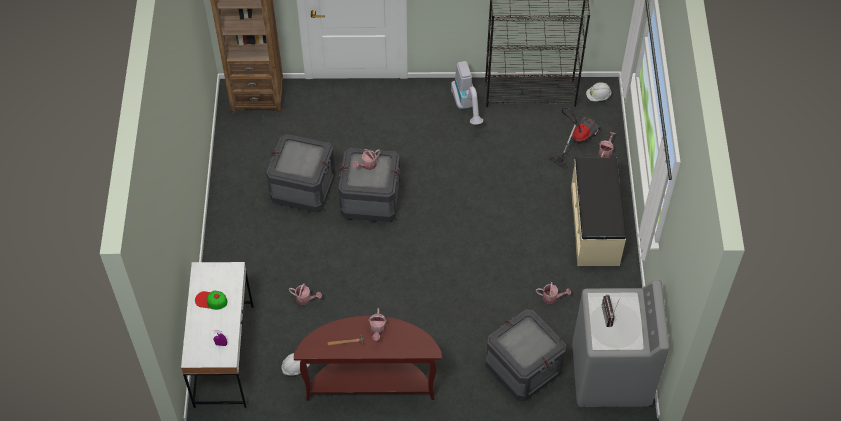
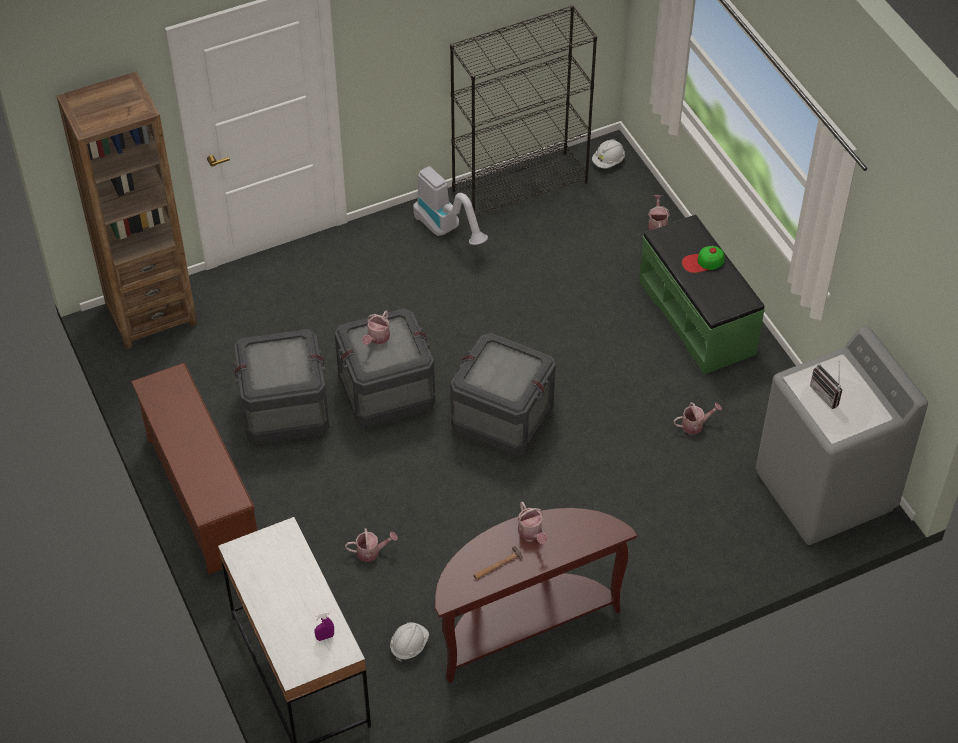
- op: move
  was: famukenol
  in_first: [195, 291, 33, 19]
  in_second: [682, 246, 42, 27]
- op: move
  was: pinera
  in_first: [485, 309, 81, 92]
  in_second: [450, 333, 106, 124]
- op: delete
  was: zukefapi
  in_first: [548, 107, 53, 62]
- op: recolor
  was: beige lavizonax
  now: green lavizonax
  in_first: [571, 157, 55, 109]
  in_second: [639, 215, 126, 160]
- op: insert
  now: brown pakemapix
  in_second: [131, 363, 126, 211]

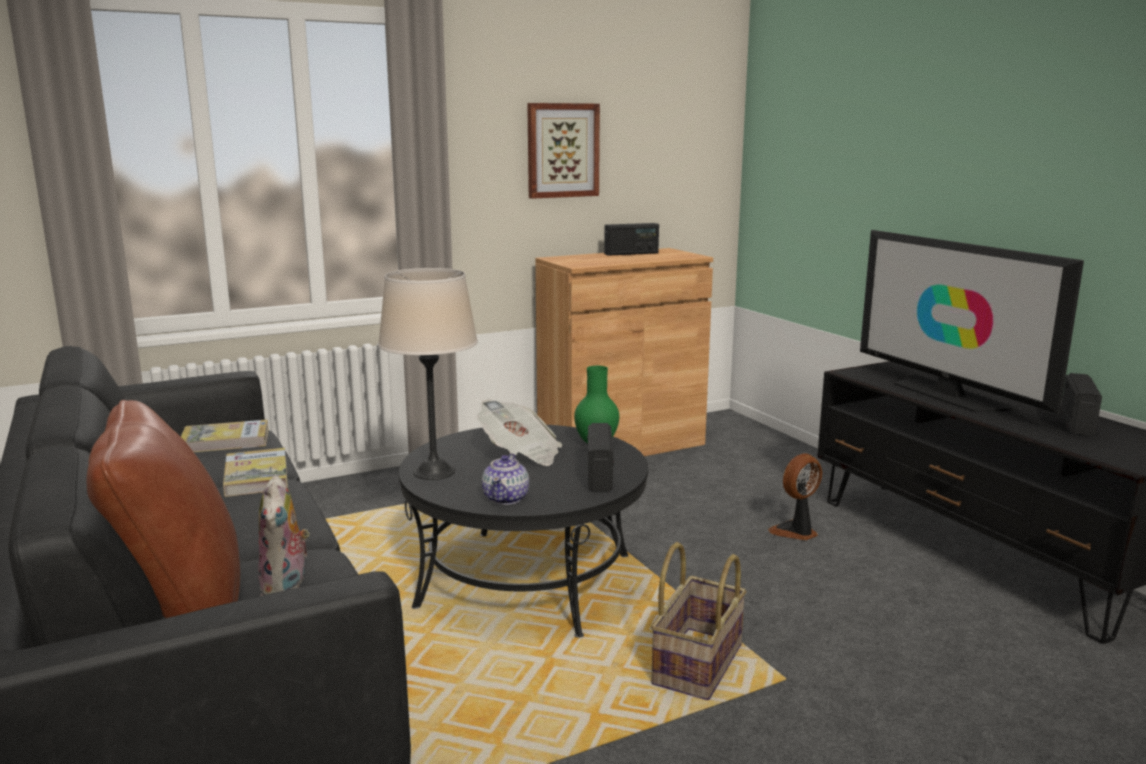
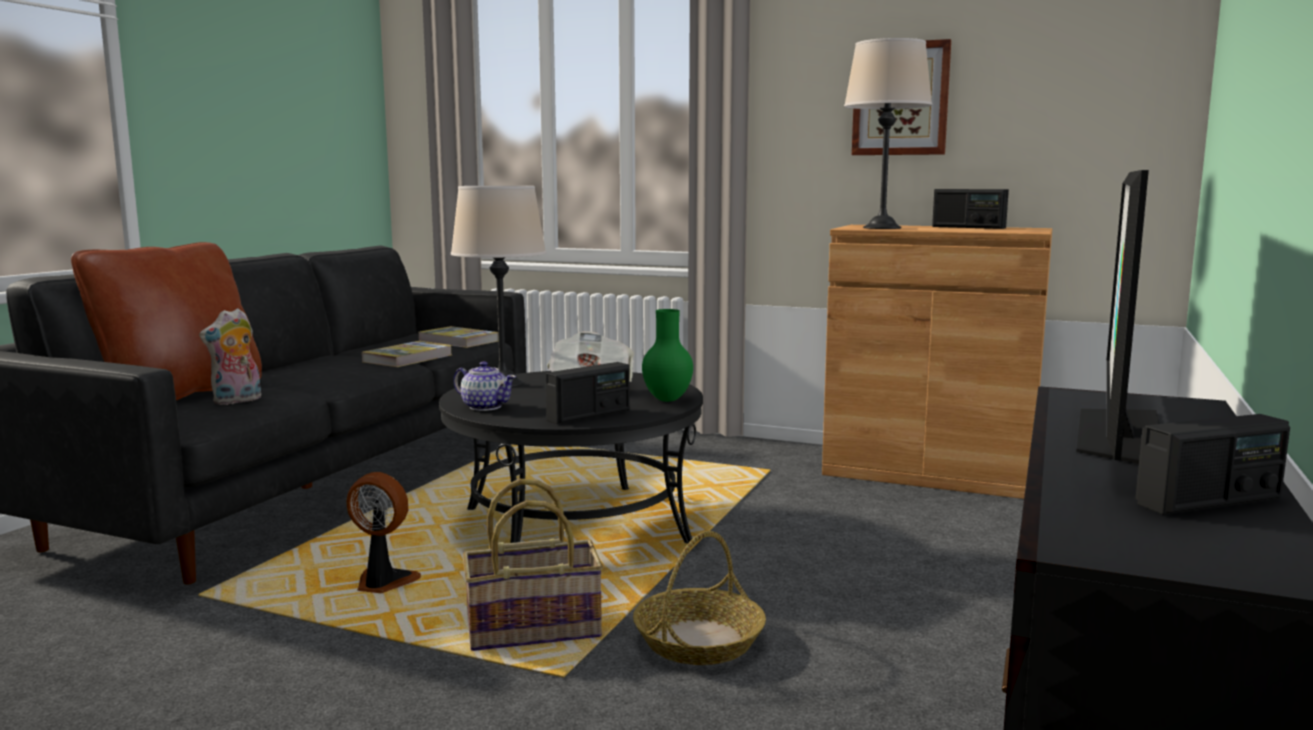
- op: rotate
  was: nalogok
  in_first: [482, 453, 47, 52]
  in_second: [453, 361, 63, 50]
  clockwise: -120
- op: move
  was: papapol
  in_first: [768, 454, 54, 86]
  in_second: [346, 472, 75, 121]
- op: insert
  now: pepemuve
  in_second: [633, 531, 133, 134]
- op: insert
  now: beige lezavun
  in_second: [844, 38, 88, 191]

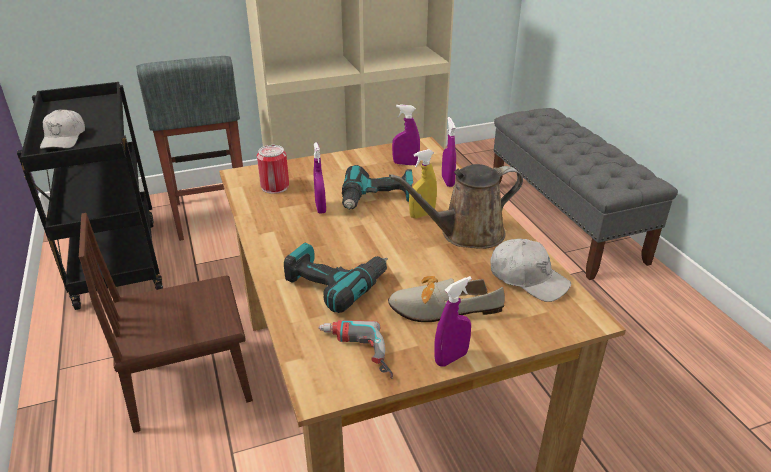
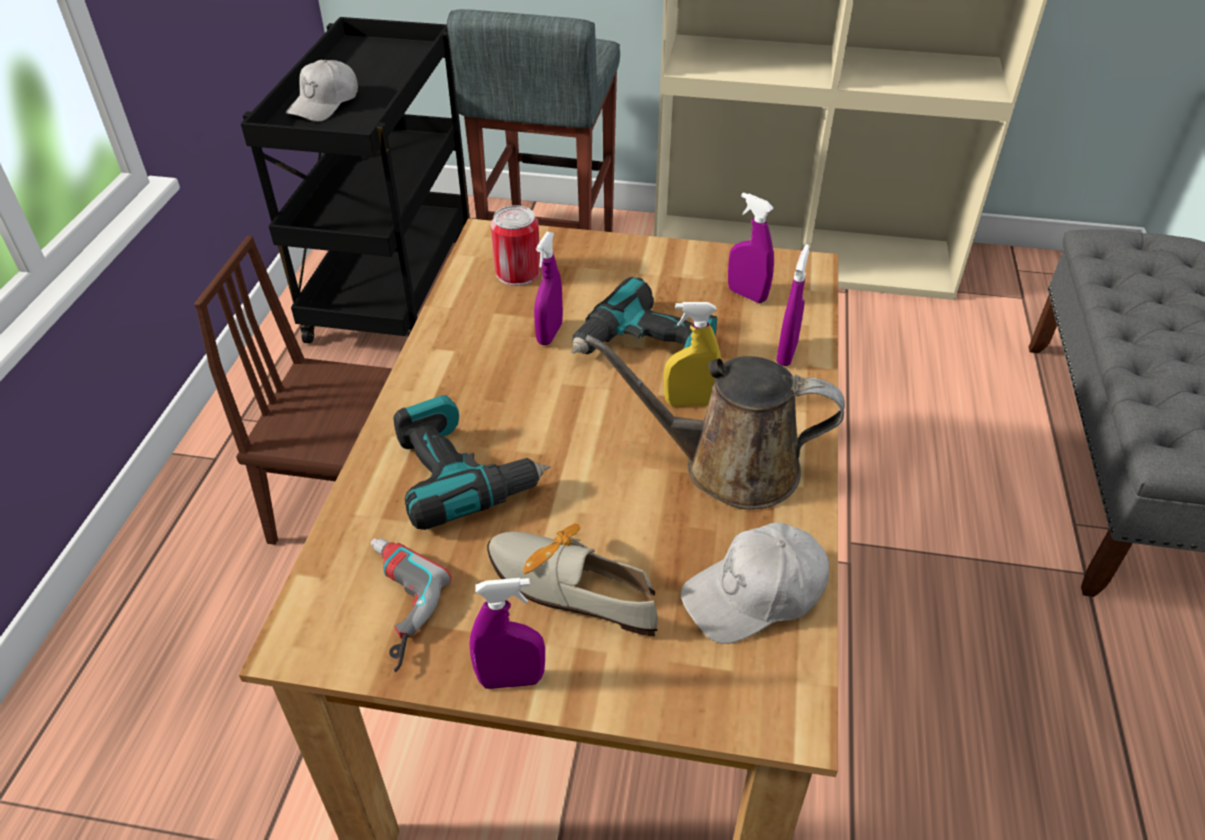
- op: rotate
  was: white famukenol
  in_first: [491, 239, 80, 63]
  in_second: [680, 522, 149, 122]
  clockwise: 90

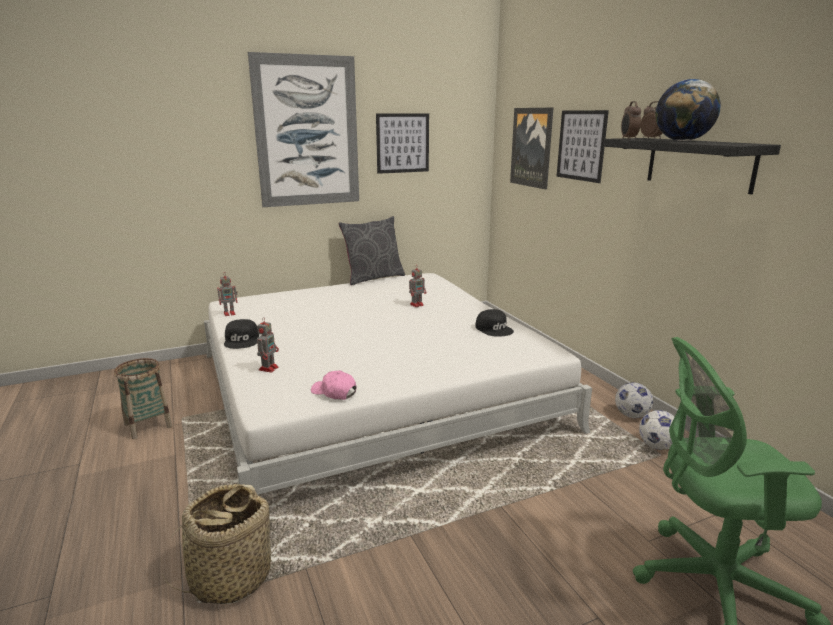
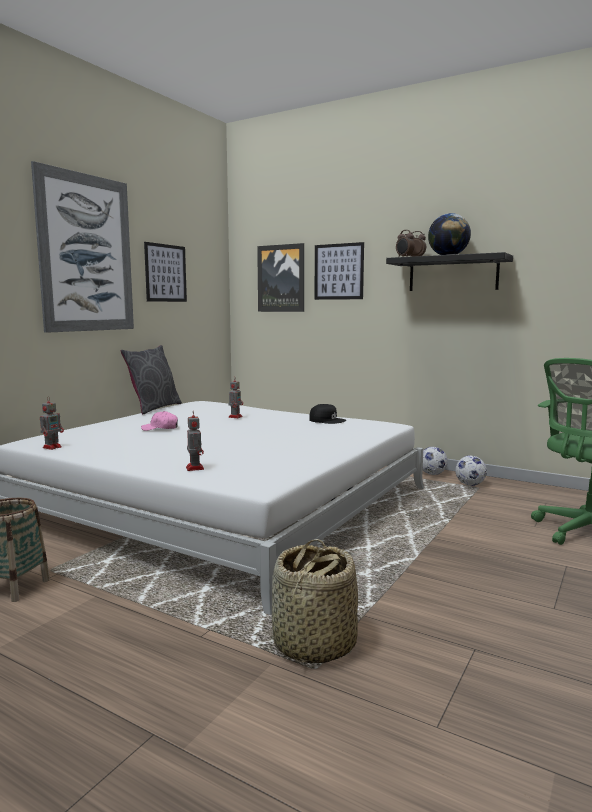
- op: delete
  was: black famukenol
  in_first: [224, 319, 35, 30]
- op: move
  was: pink famukenol
  in_first: [311, 371, 46, 29]
  in_second: [141, 411, 37, 20]

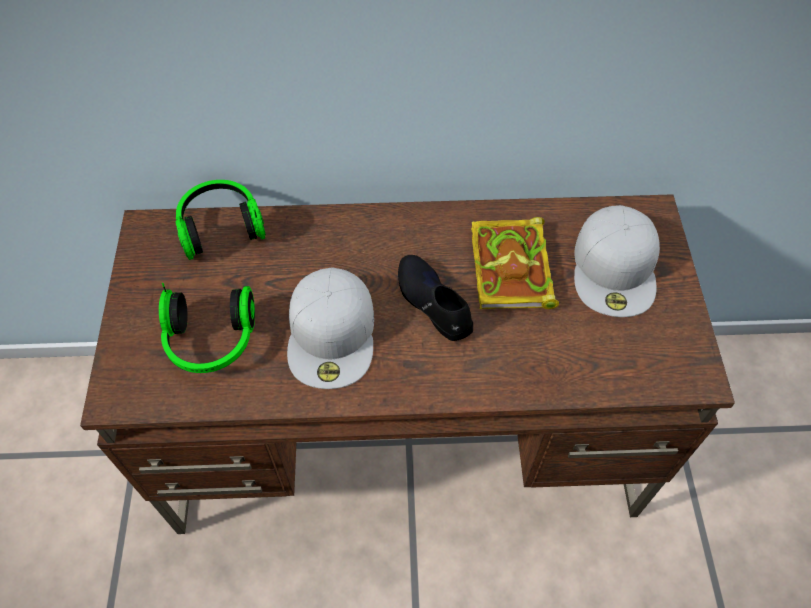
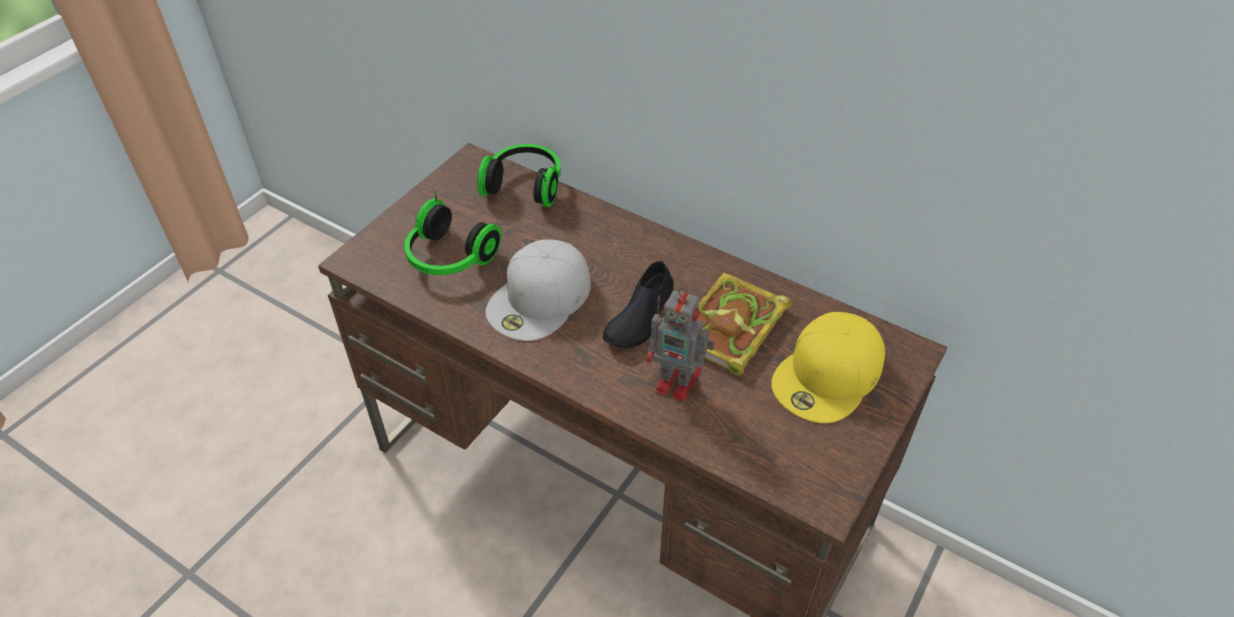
- op: rotate
  was: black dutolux
  in_first: [398, 255, 75, 86]
  in_second: [603, 261, 70, 87]
  clockwise: -150
- op: recolor
  was: white famukenol
  now: yellow famukenol
  in_first: [574, 205, 86, 112]
  in_second: [771, 312, 114, 111]
- op: insert
  now: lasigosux
  in_second: [646, 288, 68, 114]

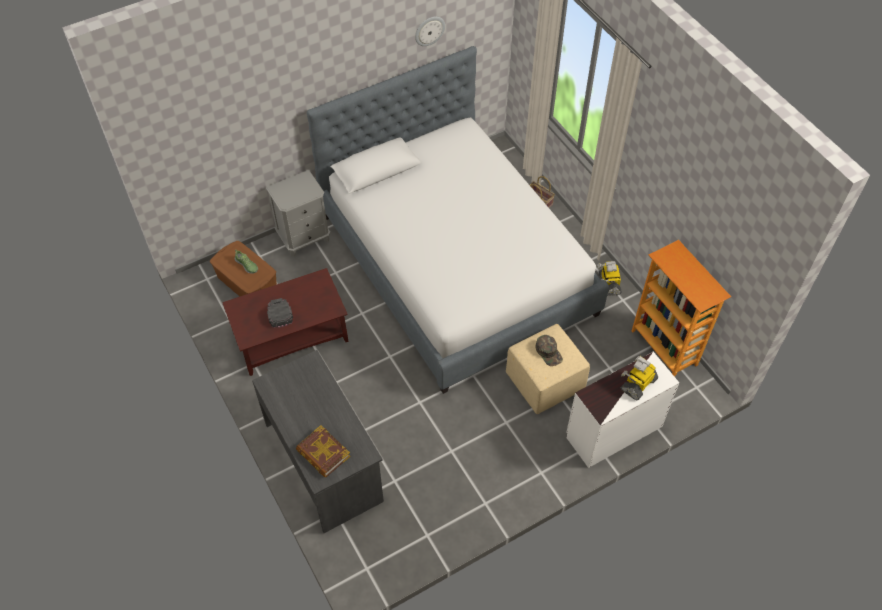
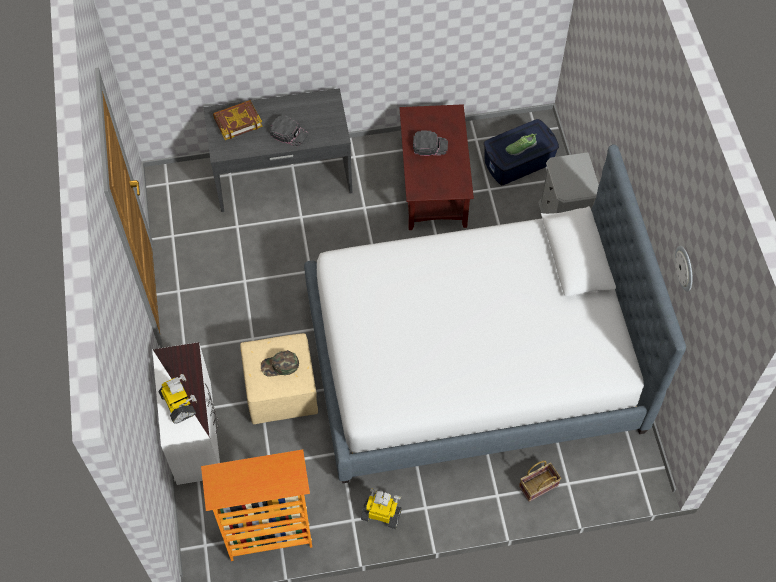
- op: recolor
  was: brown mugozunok
  now: blue mugozunok
  in_first: [210, 241, 67, 55]
  in_second: [484, 119, 75, 66]
- op: insert
  now: black famukenol
  in_second: [270, 115, 38, 31]

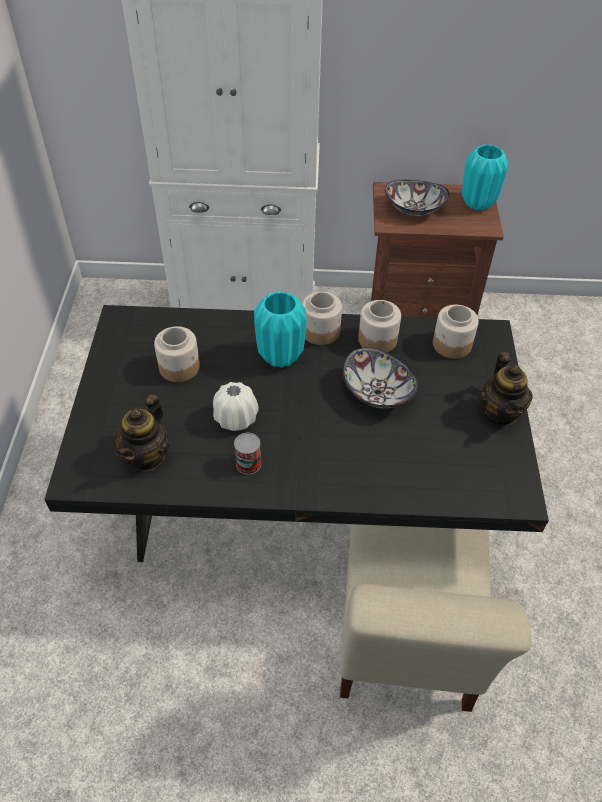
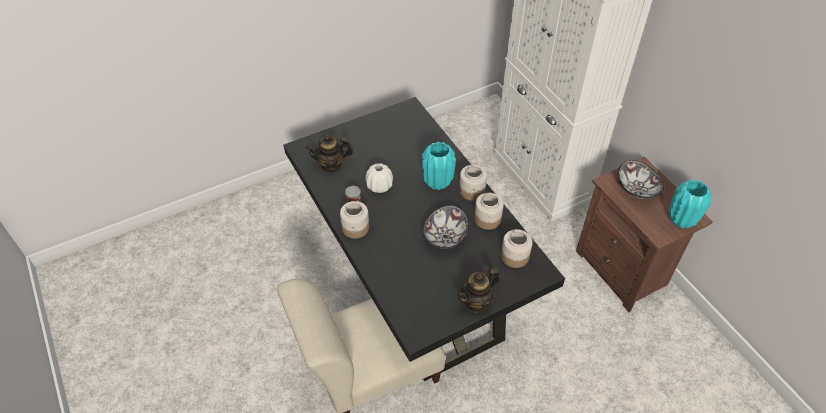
- op: move
  was: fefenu
  in_first: [154, 326, 46, 56]
  in_second: [340, 201, 29, 38]

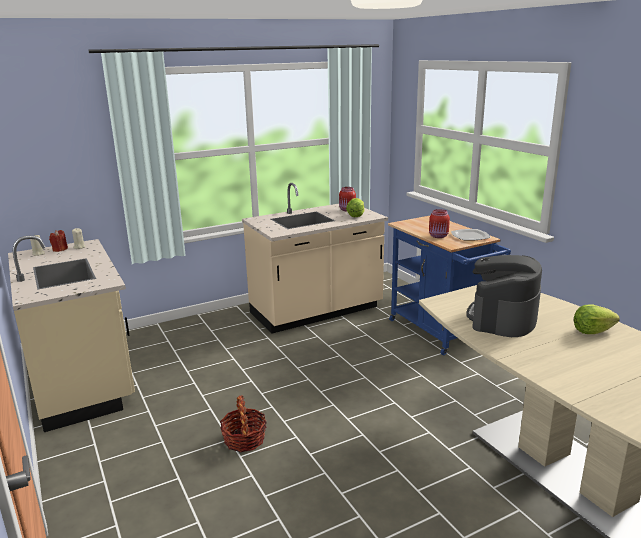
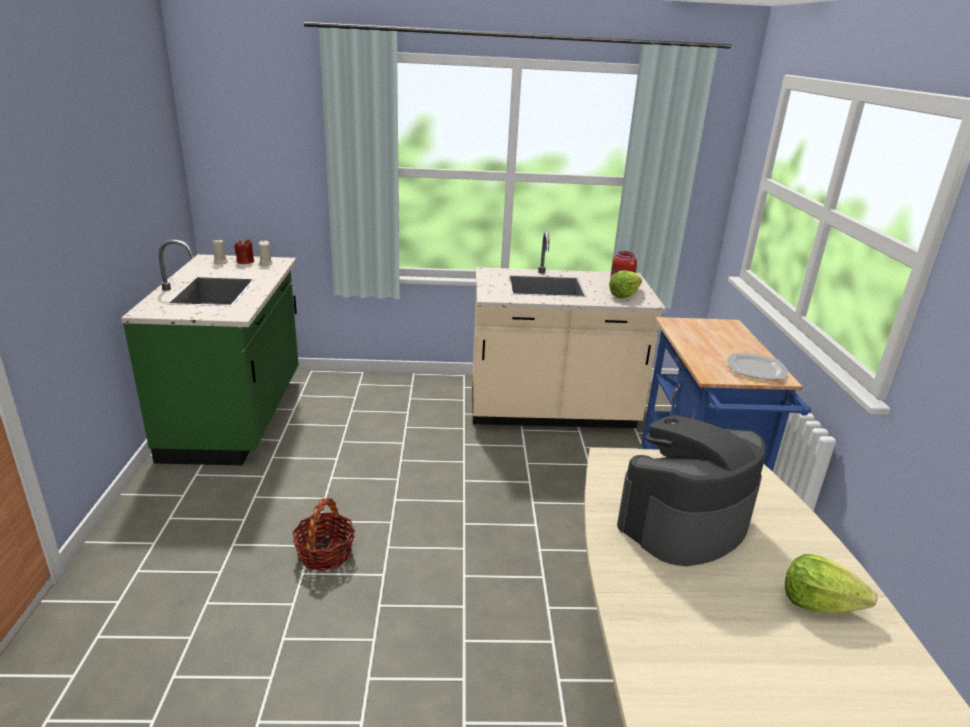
- op: recolor
  was: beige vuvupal
  now: green vuvupal
  in_first: [8, 236, 127, 196]
  in_second: [121, 240, 178, 225]
- op: delete
  was: red fefenu
  in_first: [429, 209, 21, 29]

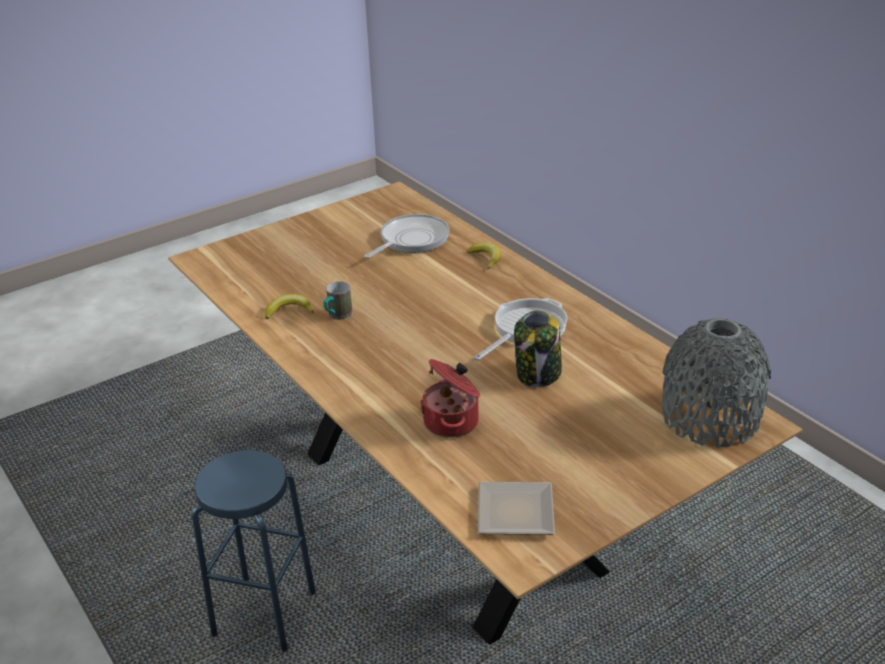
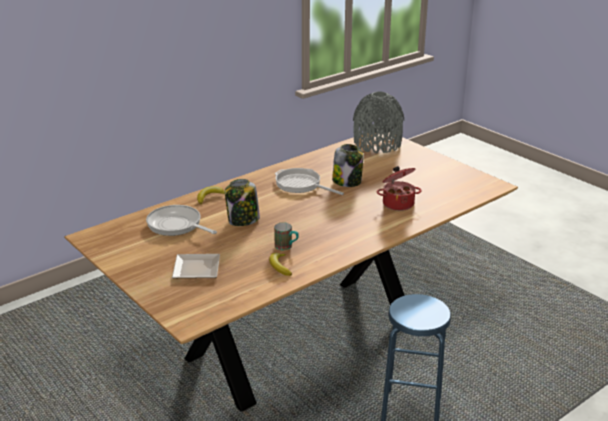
- op: move
  was: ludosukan
  in_first: [478, 482, 77, 53]
  in_second: [172, 254, 48, 25]
- op: insert
  now: fefenu
  in_second: [225, 179, 35, 47]

